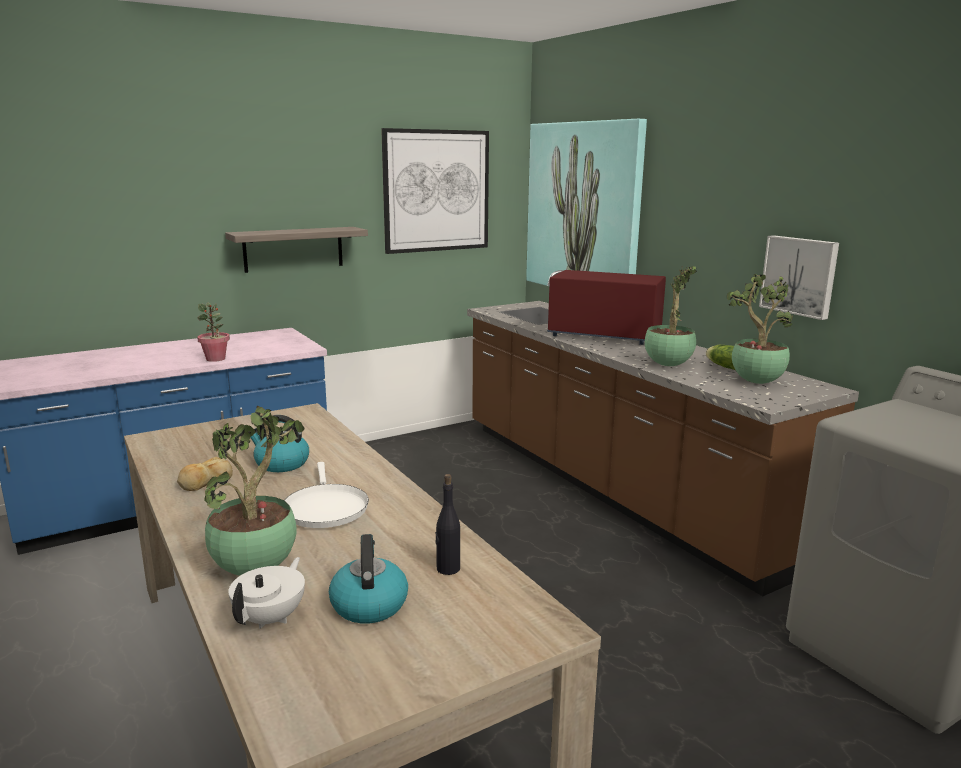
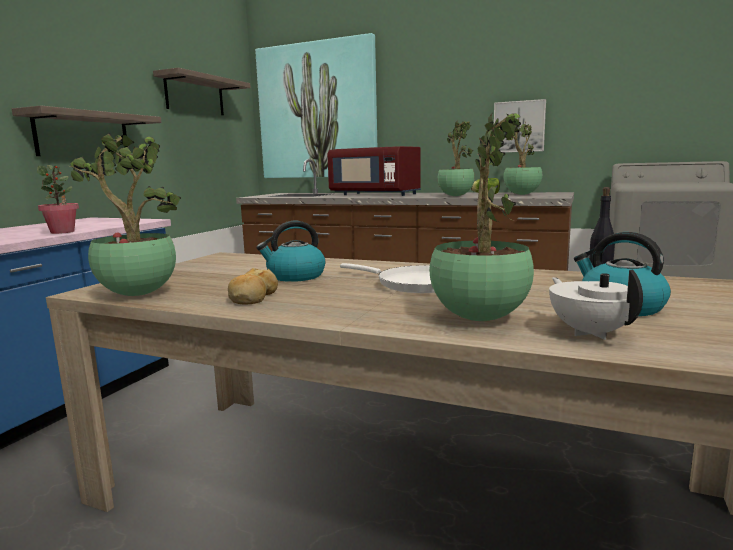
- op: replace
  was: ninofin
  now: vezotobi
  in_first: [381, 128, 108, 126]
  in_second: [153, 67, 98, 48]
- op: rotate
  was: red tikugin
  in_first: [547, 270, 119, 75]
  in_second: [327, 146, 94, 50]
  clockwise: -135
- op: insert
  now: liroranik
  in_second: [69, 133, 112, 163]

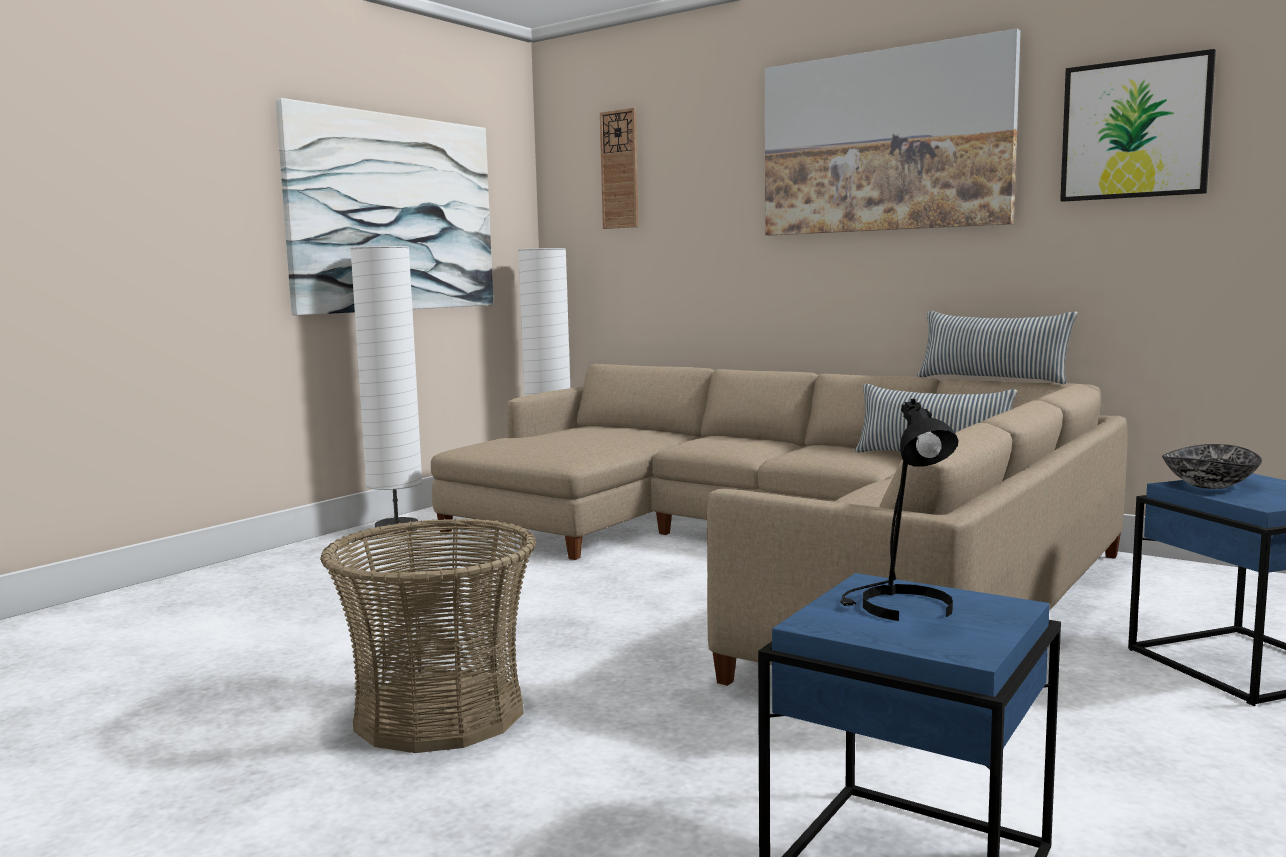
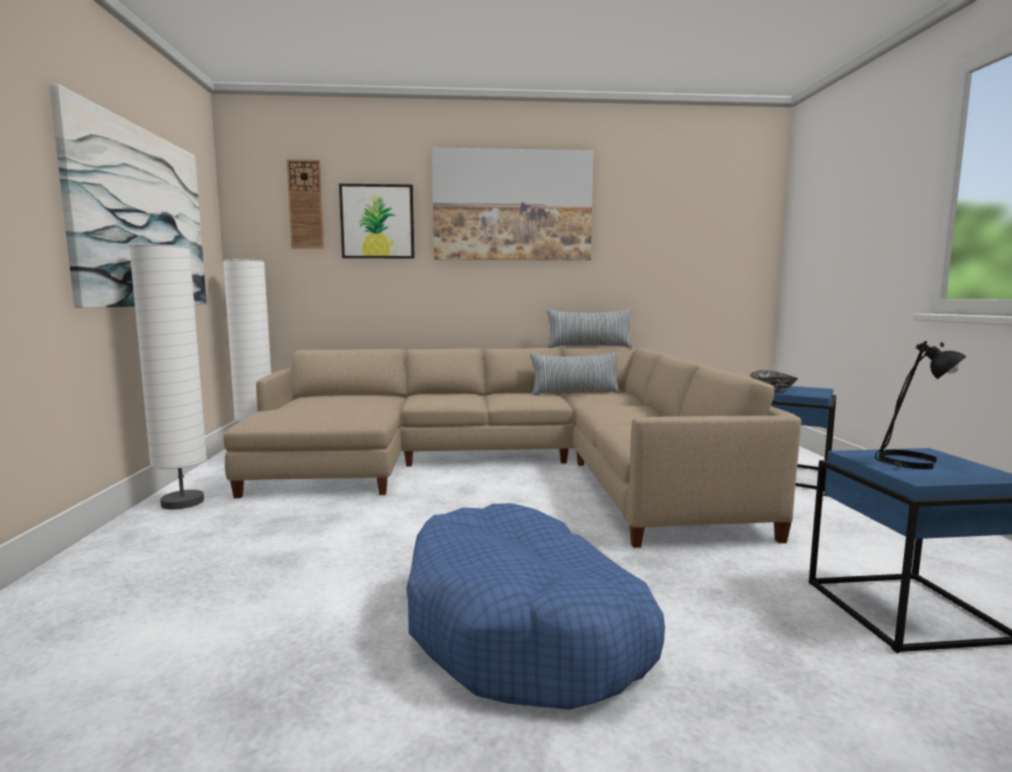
- op: replace
  was: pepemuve
  now: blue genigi
  in_first: [320, 518, 216, 235]
  in_second: [406, 503, 259, 207]
- op: move
  was: ninofin
  in_first: [1060, 49, 156, 153]
  in_second: [339, 184, 76, 75]

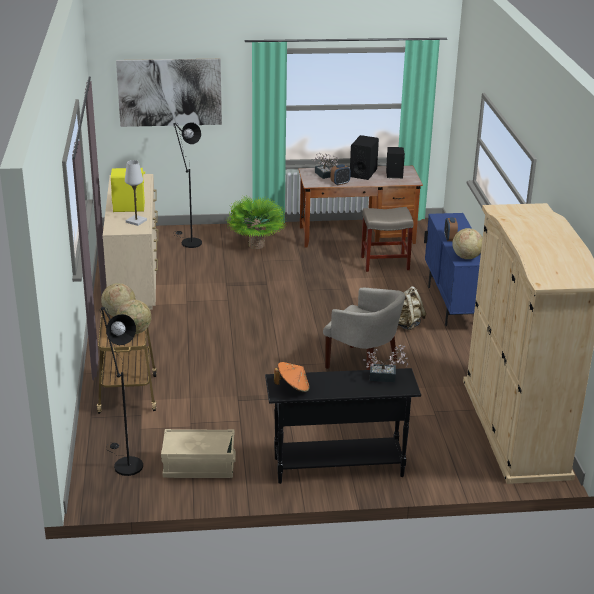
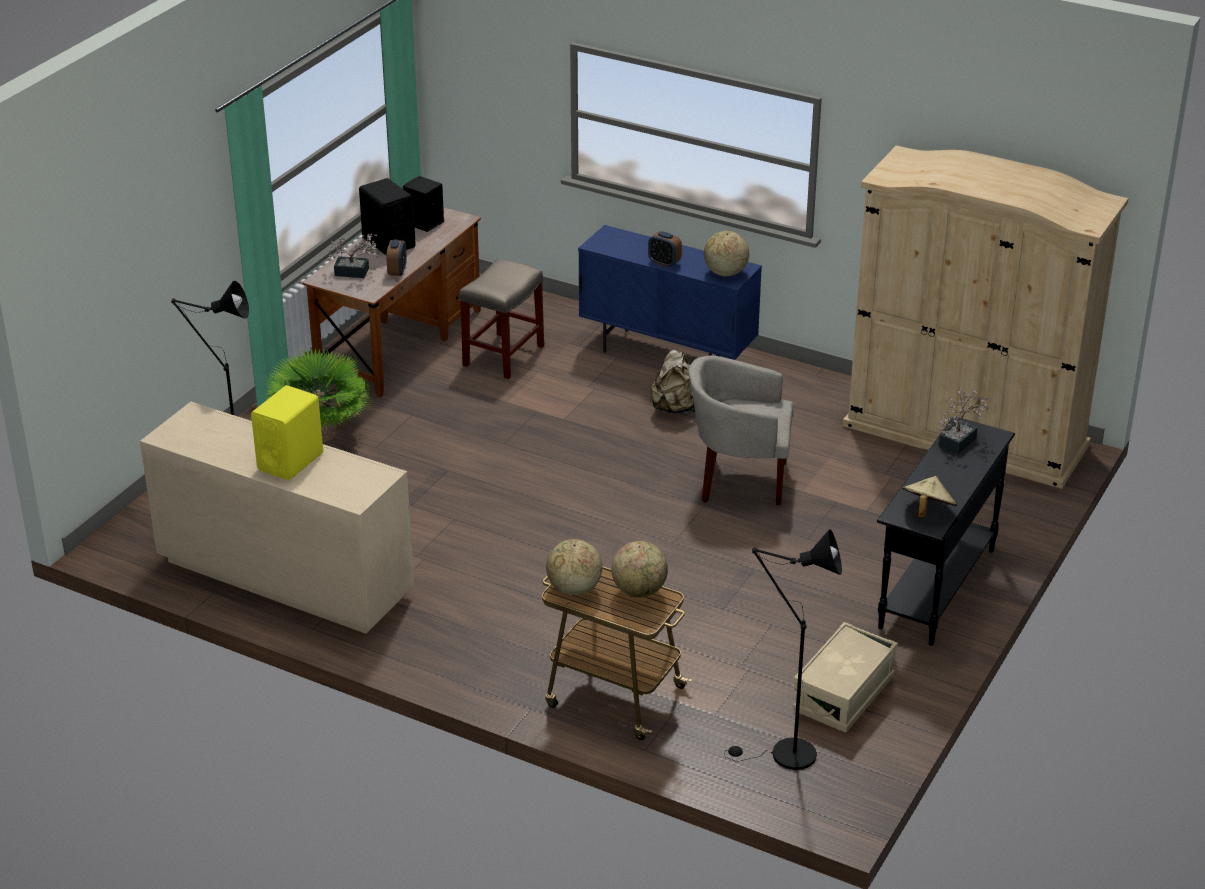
- op: delete
  was: ninofin
  in_first: [116, 59, 106, 68]
- op: delete
  was: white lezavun
  in_first: [125, 160, 22, 66]
- op: recolor
  was: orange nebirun
  now: beige nebirun
  in_first: [274, 362, 35, 30]
  in_second: [902, 476, 55, 42]
- op: rotate
  was: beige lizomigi
  in_first: [323, 288, 82, 82]
  in_second: [688, 356, 106, 149]
  clockwise: -150

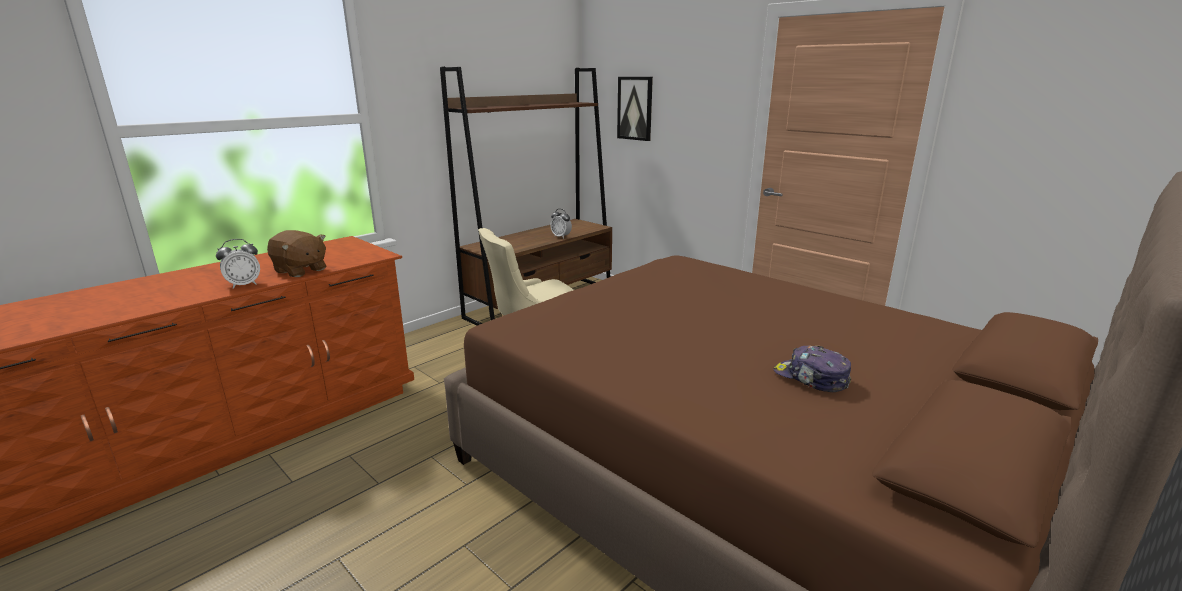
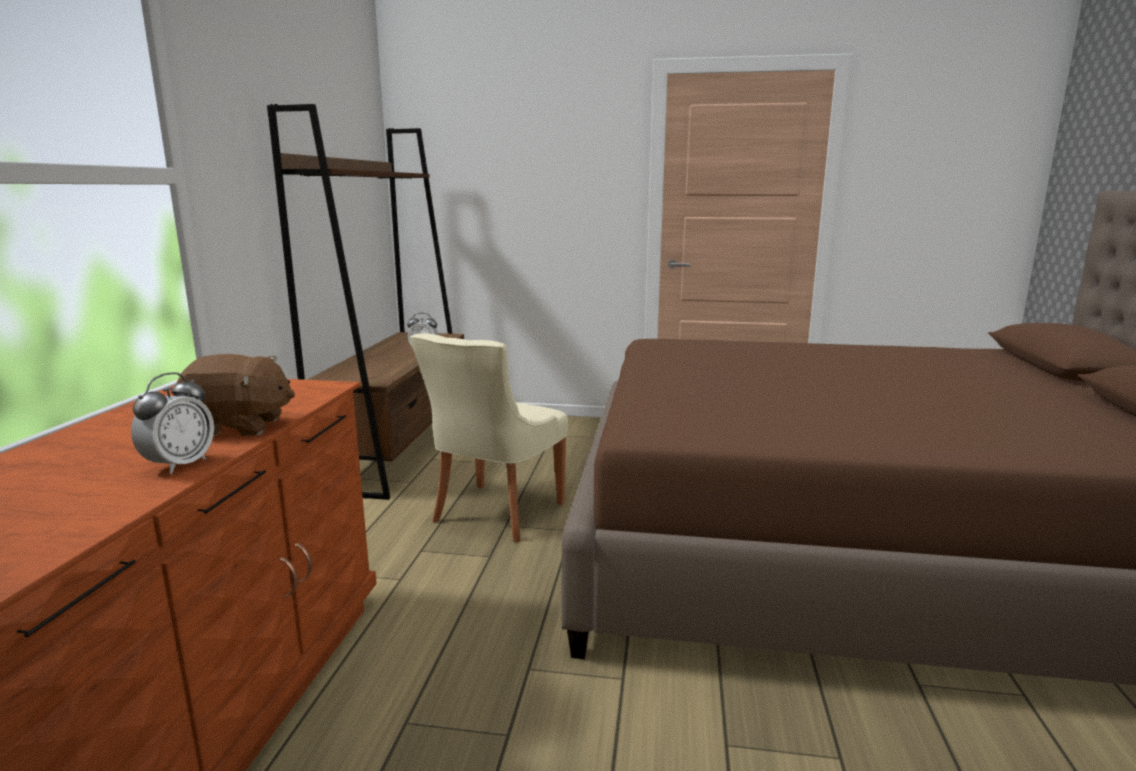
- op: delete
  was: ninofin
  in_first: [617, 77, 36, 64]
- op: delete
  was: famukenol
  in_first: [774, 346, 77, 46]

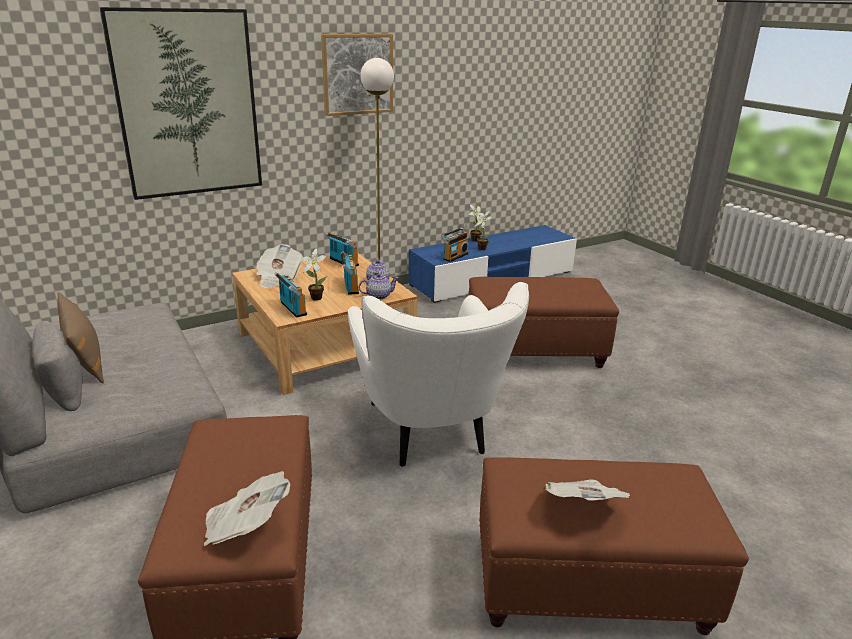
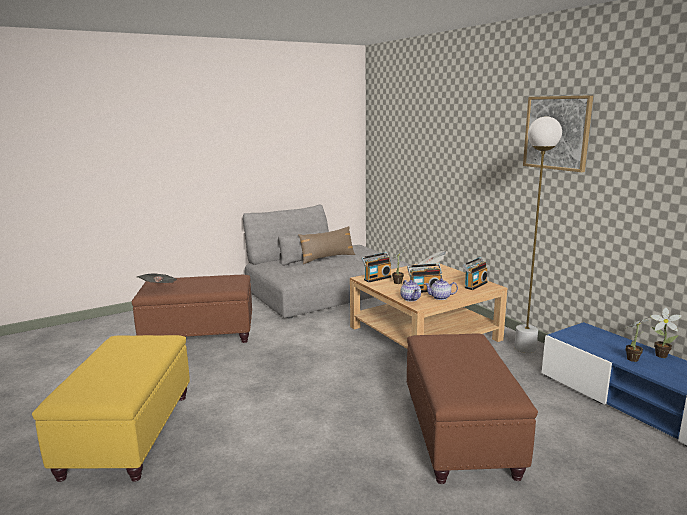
- op: delete
  was: ninofin
  in_first: [100, 7, 162, 193]
- op: delete
  was: white lizomigi
  in_first: [348, 282, 181, 185]
- op: delete
  was: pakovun
  in_first: [441, 228, 28, 34]
- op: recolor
  was: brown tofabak
  now: yellow tofabak
  in_first: [479, 457, 270, 178]
  in_second: [32, 335, 158, 147]
- op: delete
  was: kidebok
  in_first: [545, 479, 85, 22]

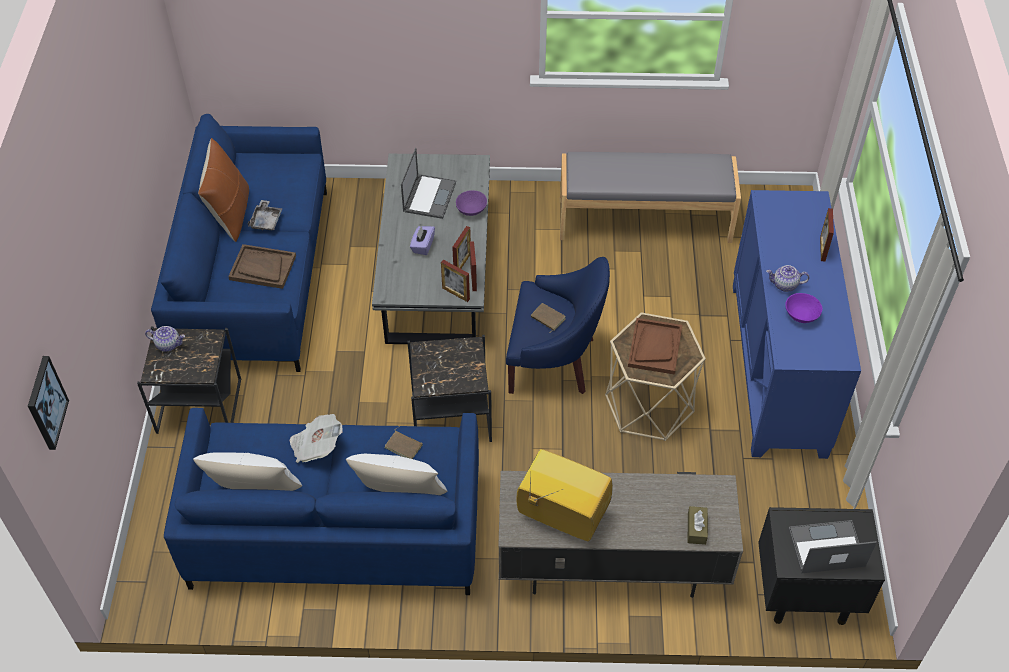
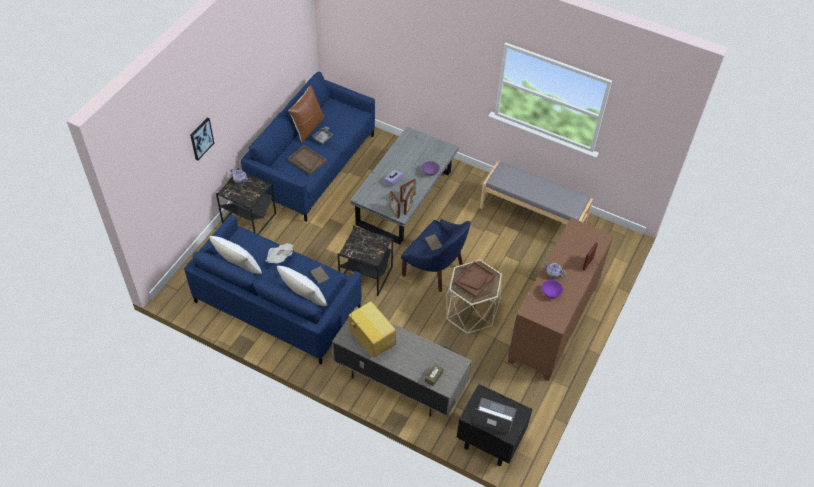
- op: move
  was: ninofin
  in_first: [28, 356, 41, 94]
  in_second: [190, 117, 24, 44]
- op: delete
  was: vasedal
  in_first: [401, 148, 55, 71]
- op: recolor
  was: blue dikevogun
  now: brown dikevogun
  in_first: [733, 190, 128, 269]
  in_second: [508, 218, 106, 163]

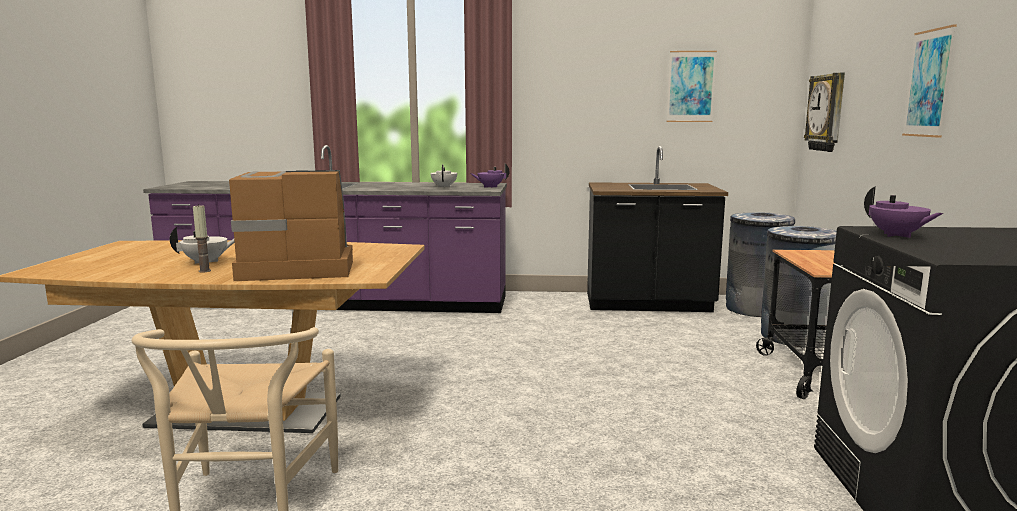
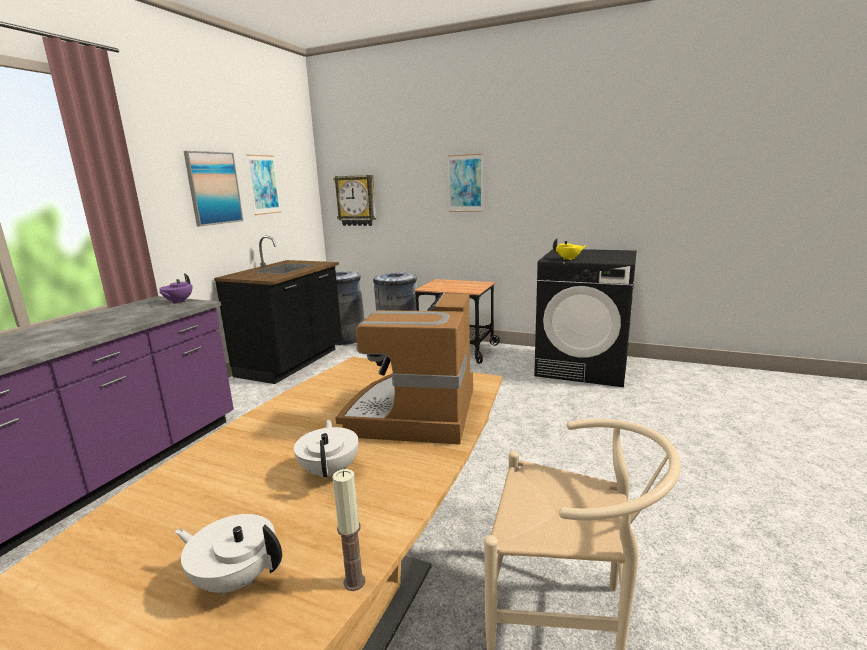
- op: move
  was: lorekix
  in_first: [193, 204, 18, 68]
  in_second: [332, 469, 33, 122]
- op: move
  was: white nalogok
  in_first: [431, 165, 26, 22]
  in_second: [175, 514, 107, 82]
- op: recolor
  was: purple nalogok
  now: yellow nalogok
  in_first: [864, 187, 79, 51]
  in_second: [553, 238, 34, 22]
- op: insert
  now: ninofin
  in_second: [184, 151, 59, 76]

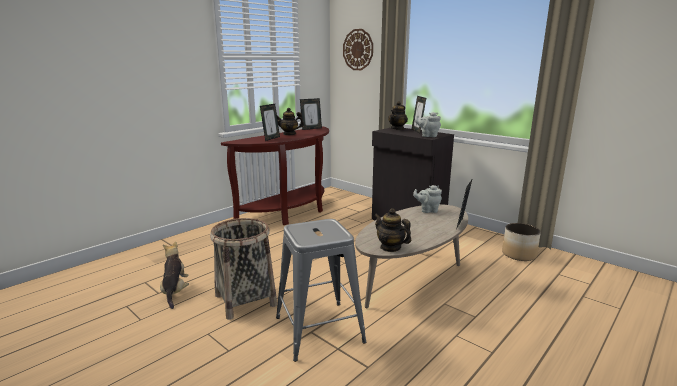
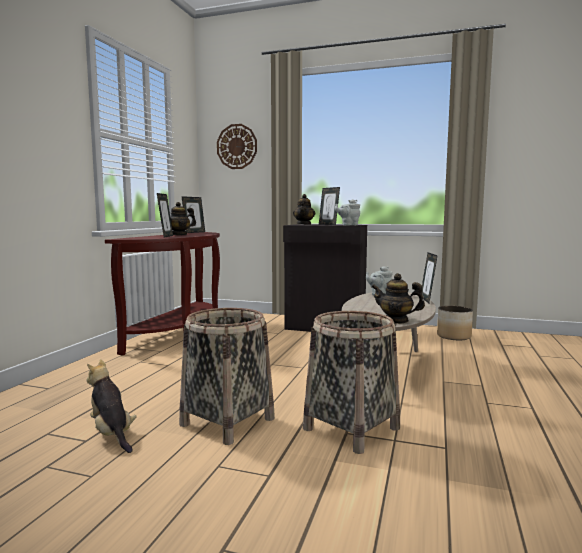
- op: replace
  was: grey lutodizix
  now: pepemuve
  in_first: [276, 219, 91, 143]
  in_second: [303, 311, 97, 143]

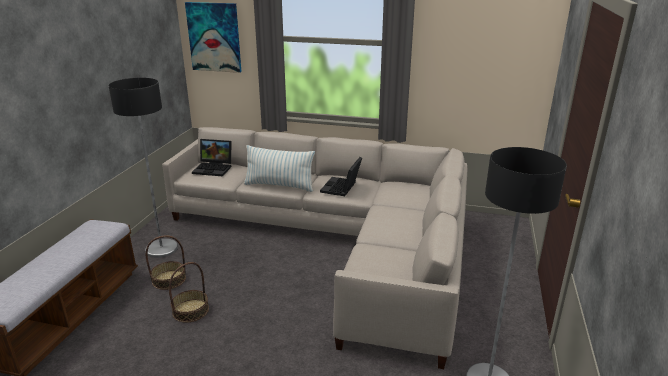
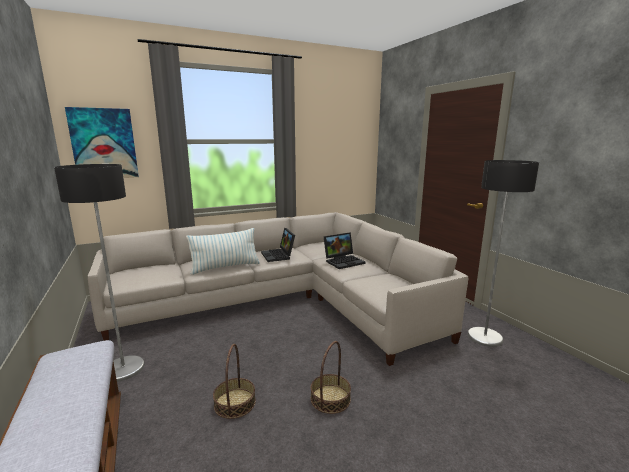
- op: move
  was: pepemuve
  in_first: [146, 235, 40, 55]
  in_second: [311, 341, 40, 73]
- op: move
  was: vasedal
  in_first: [192, 139, 39, 37]
  in_second: [324, 232, 41, 37]

